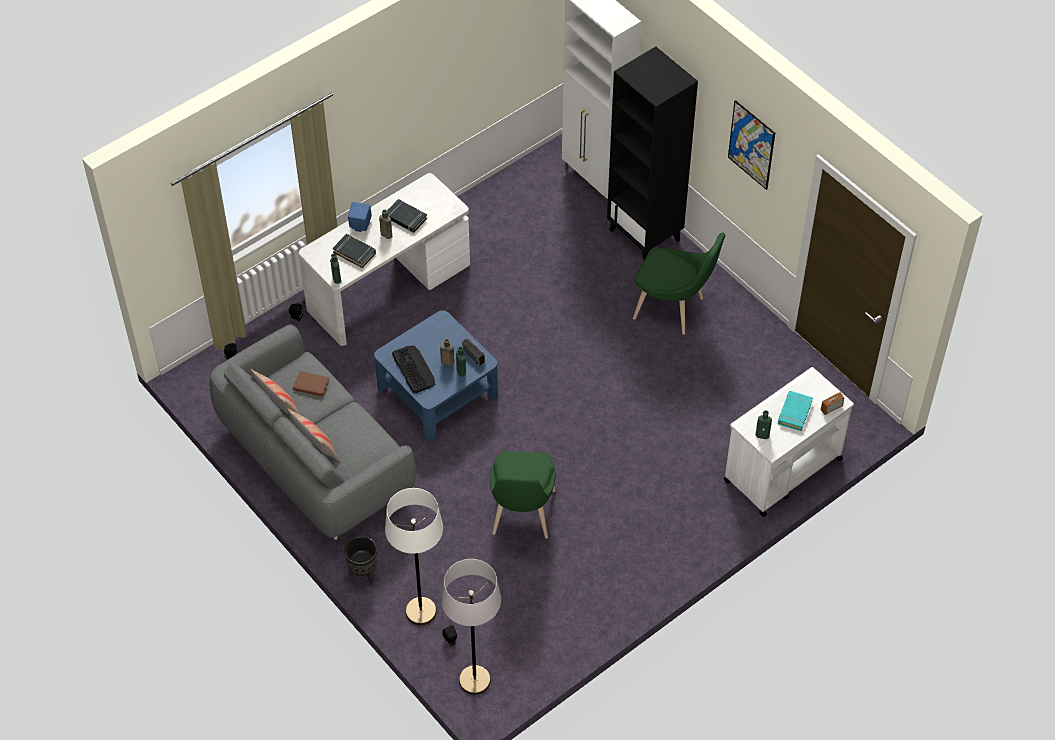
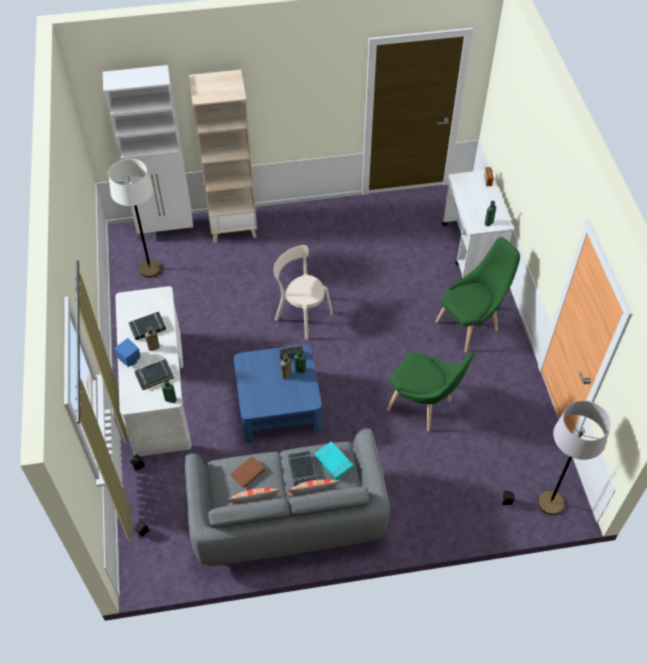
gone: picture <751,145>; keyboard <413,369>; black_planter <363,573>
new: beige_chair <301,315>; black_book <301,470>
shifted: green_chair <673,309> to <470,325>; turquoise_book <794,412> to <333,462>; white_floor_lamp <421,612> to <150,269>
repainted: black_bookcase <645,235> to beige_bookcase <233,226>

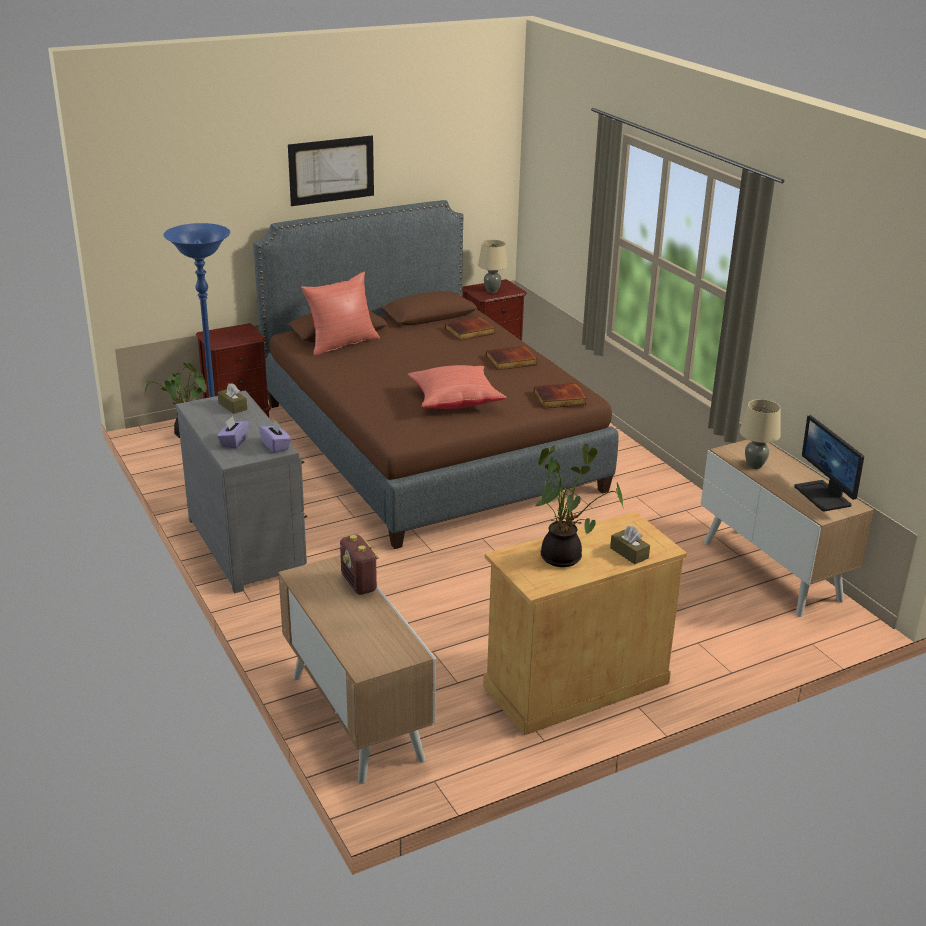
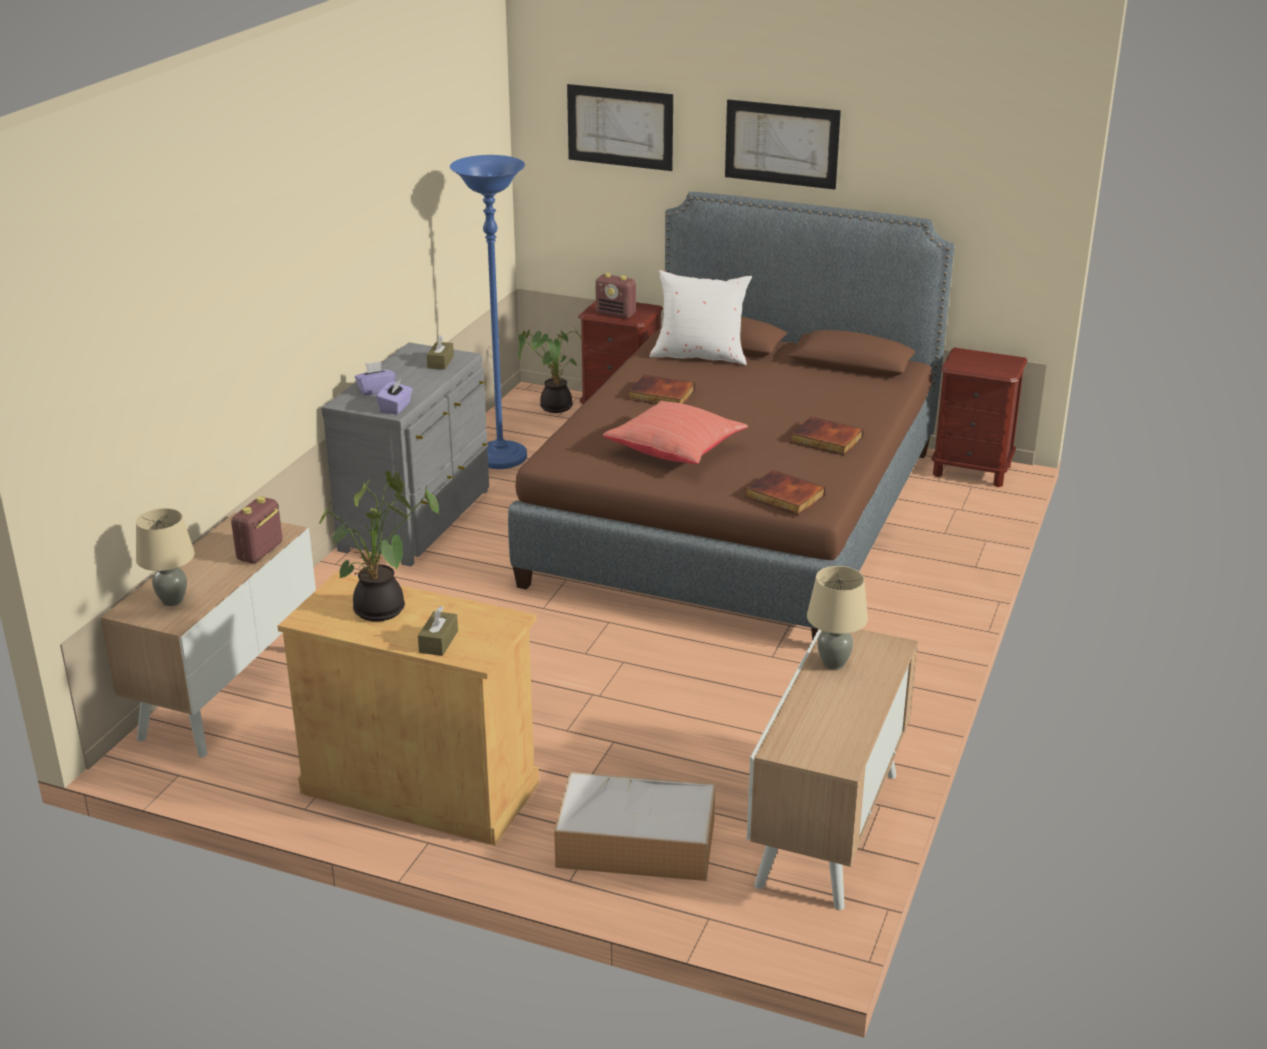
gone: monitor <823,496>
new: picture <620,127>; radio <616,314>; storage_box <633,843>
shifted: beige_table_lamp <492,291> to <172,601>; book <470,332> to <660,395>
repainted: red_pillow <341,343> to white_pillow <700,356>

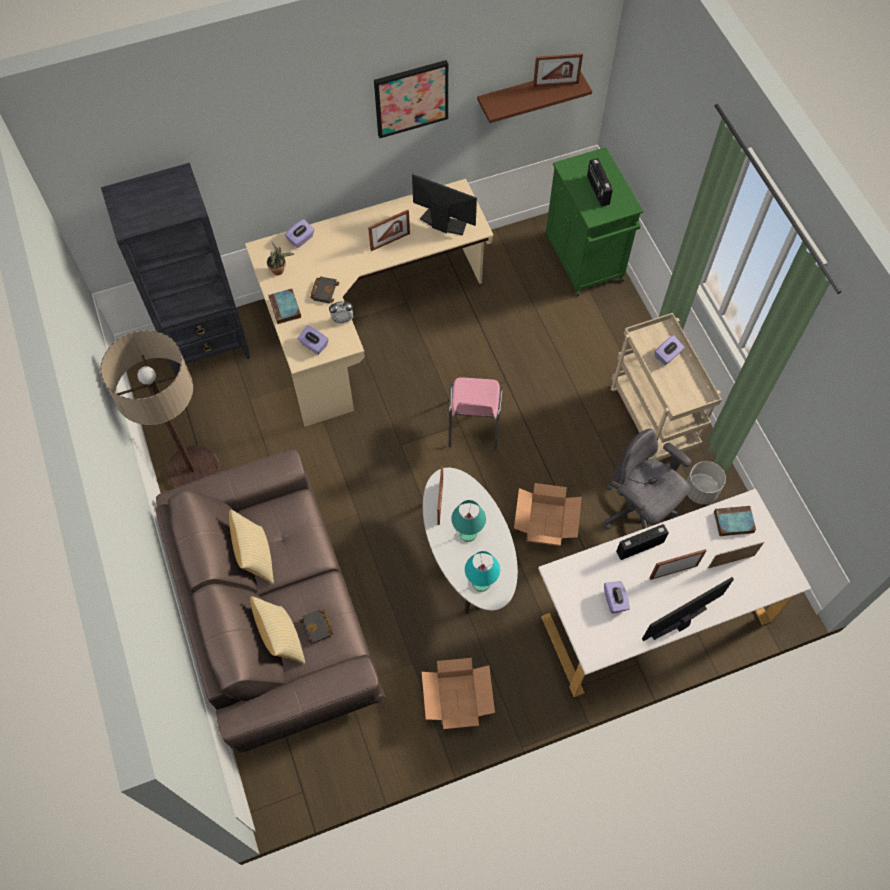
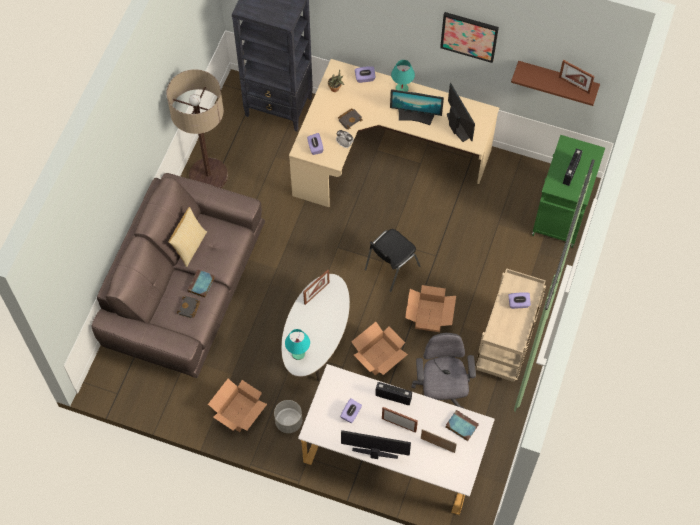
gone: pillow <281,639>
new: cardboard_box <429,316>
shifted: book <285,308> to <201,285>; grey_planter <701,490> to <289,422>; turquoise_table_lamp <468,533> to <402,89>
swapped: picture_frame <390,241> to monitor <415,116>
repainted: pink_chair <473,426> to black_chair <390,268>

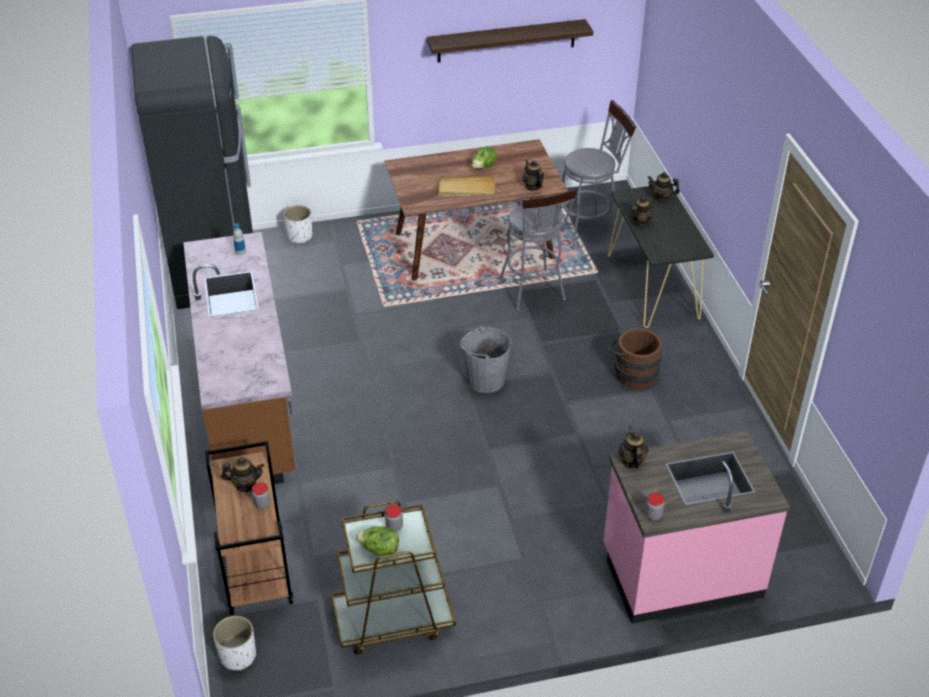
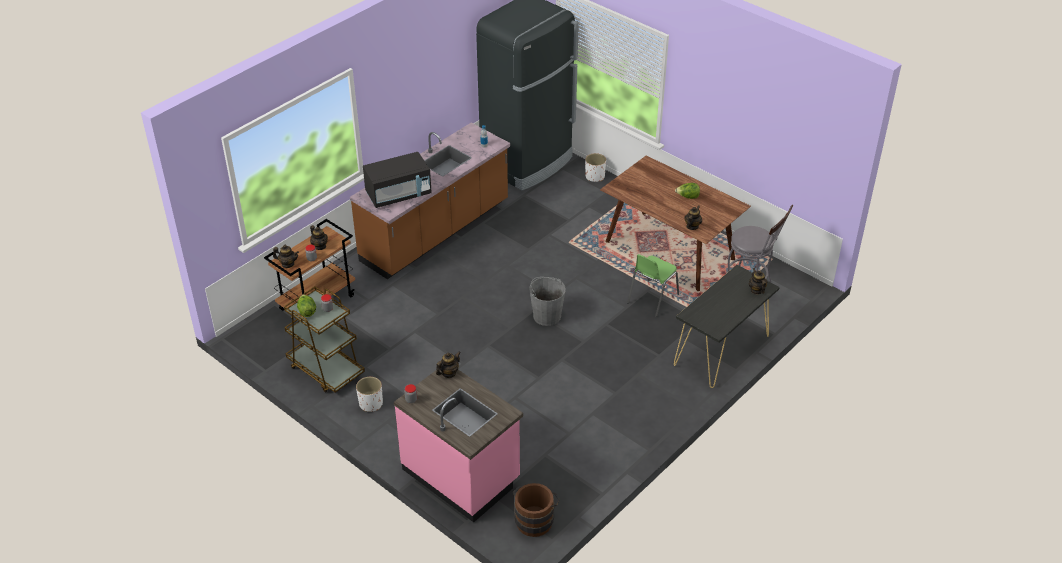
gone: shelf <506,41>; beige_tray <466,189>
new: black_microwave <398,194>
shifted: teapot <640,222> to <287,264>; brown_bucket <632,372> to <535,519>; white_planter <238,656> to <371,404>
swapped: grey_stool <534,293> to green_chair <652,299>

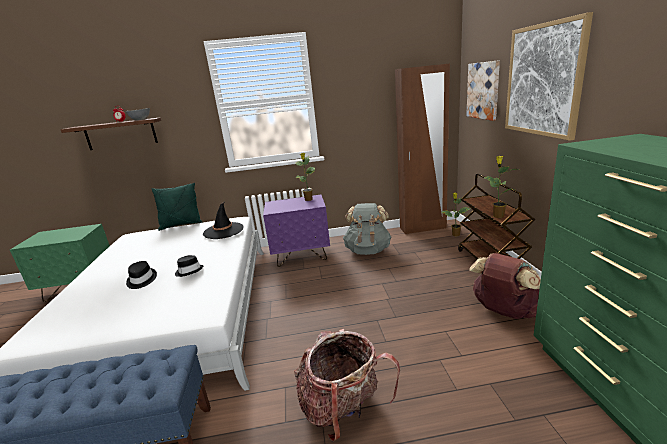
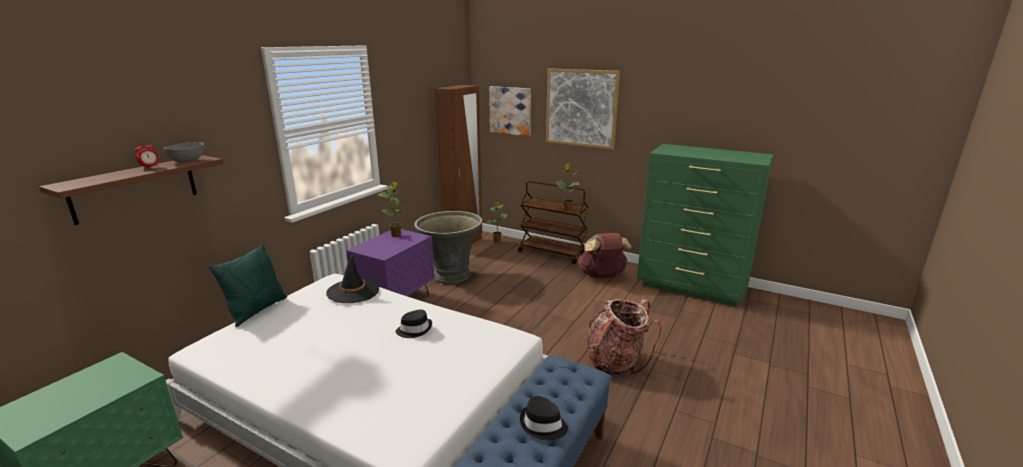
shifted: black_hat <141,280> to <543,425>
swapped: grey_backpack <368,250> to grey_planter <451,275>

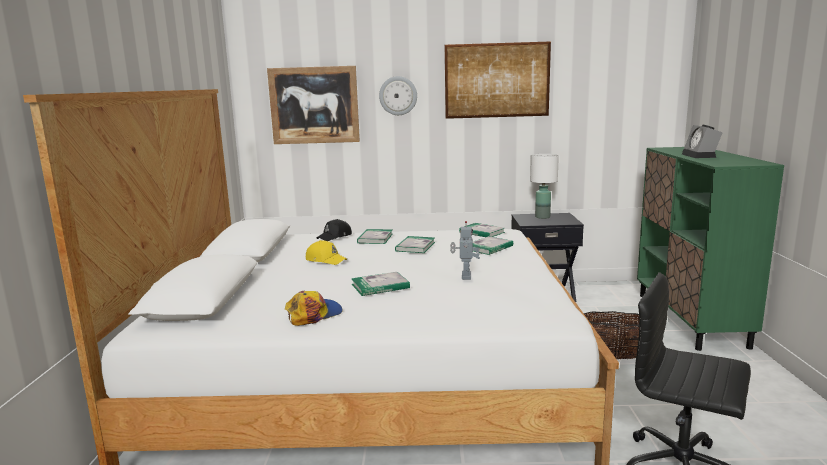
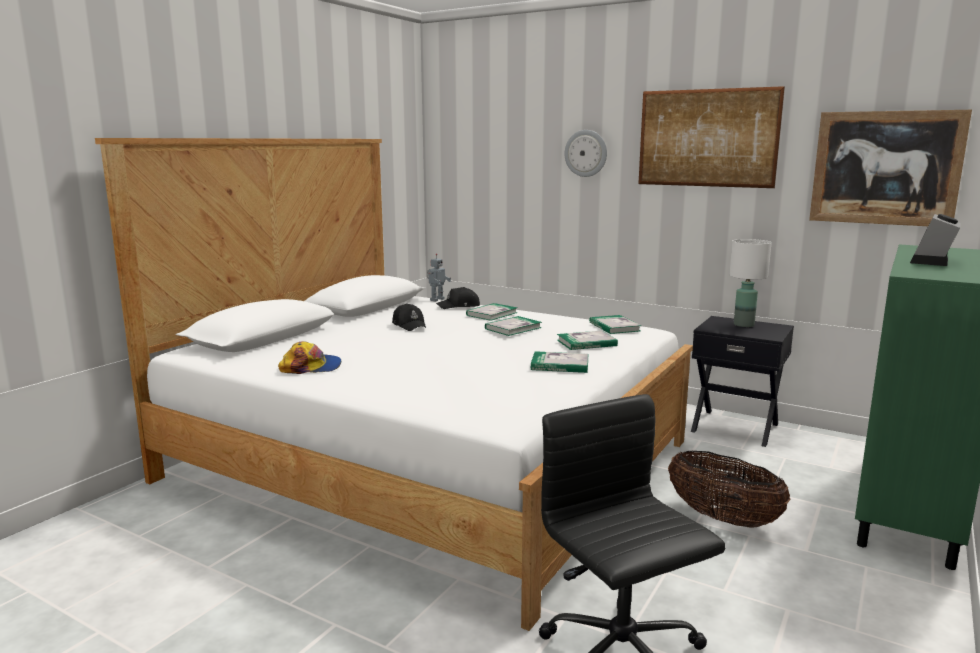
shifted: picture <314,105> to <885,168>; toy_robot <465,276> to <436,299>; book <380,286> to <560,365>
repainted: yellow_cap <326,260> to black_cap <409,325>

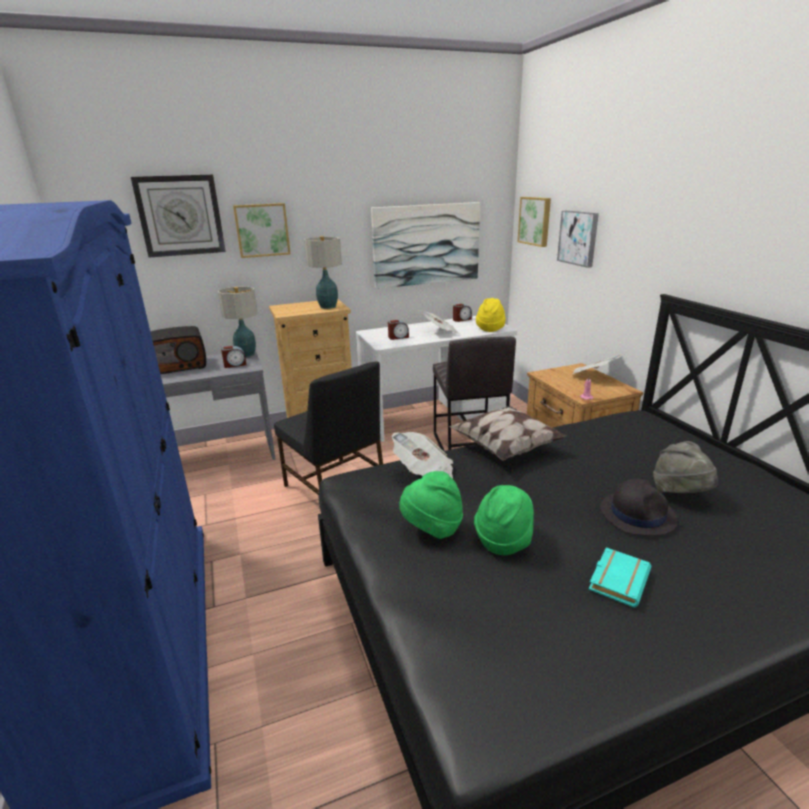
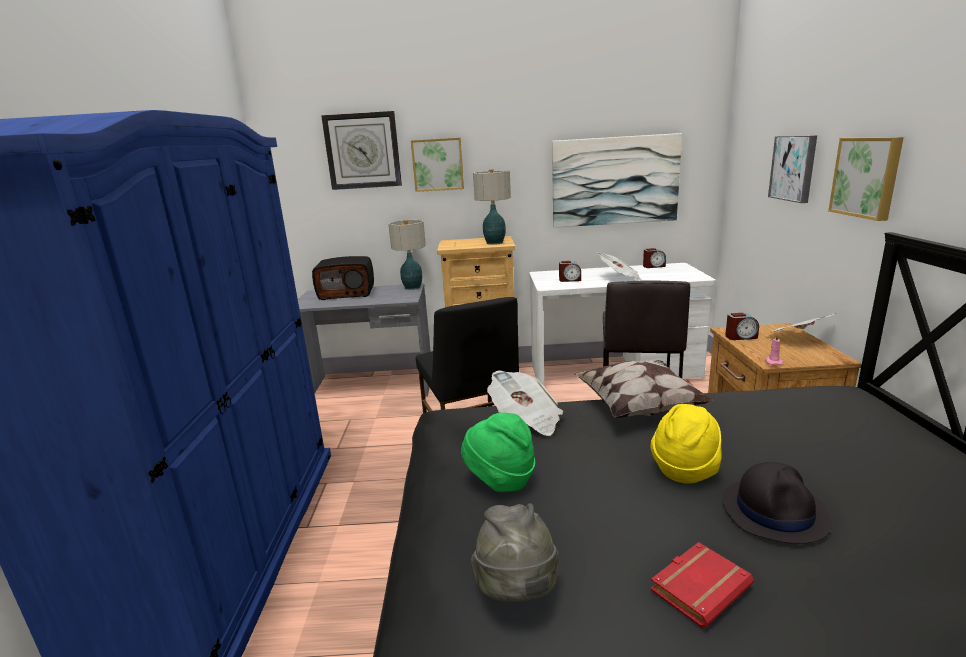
gone: green_hat <503,539>
shifted: picture <535,221> to <867,177>; yellow_hat <490,328> to <685,468>; alarm_clock <235,365> to <740,337>; grey_hat <680,494> to <517,592>
repainted: turquoise_book <617,579> to red_book <699,586>

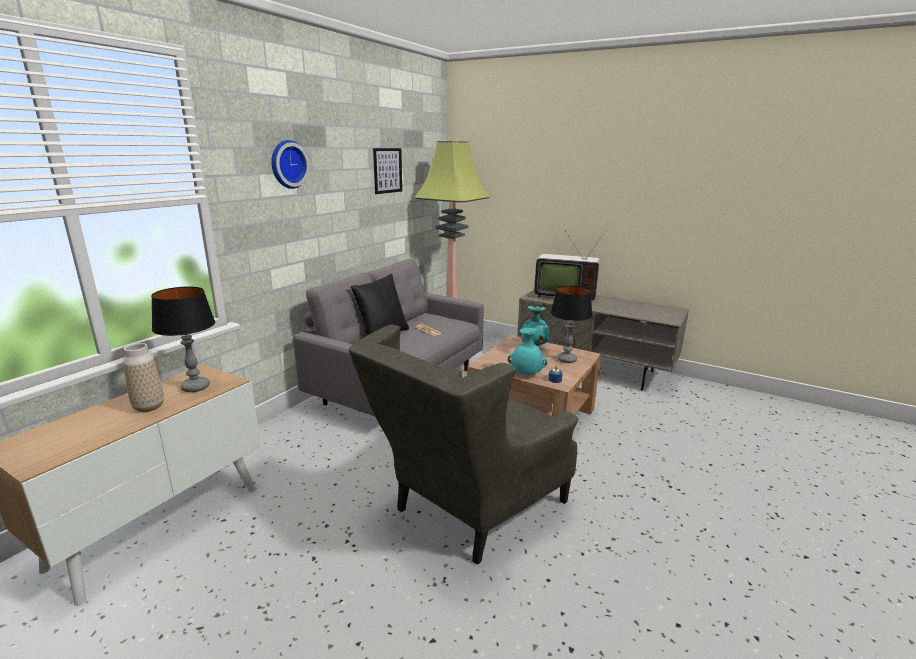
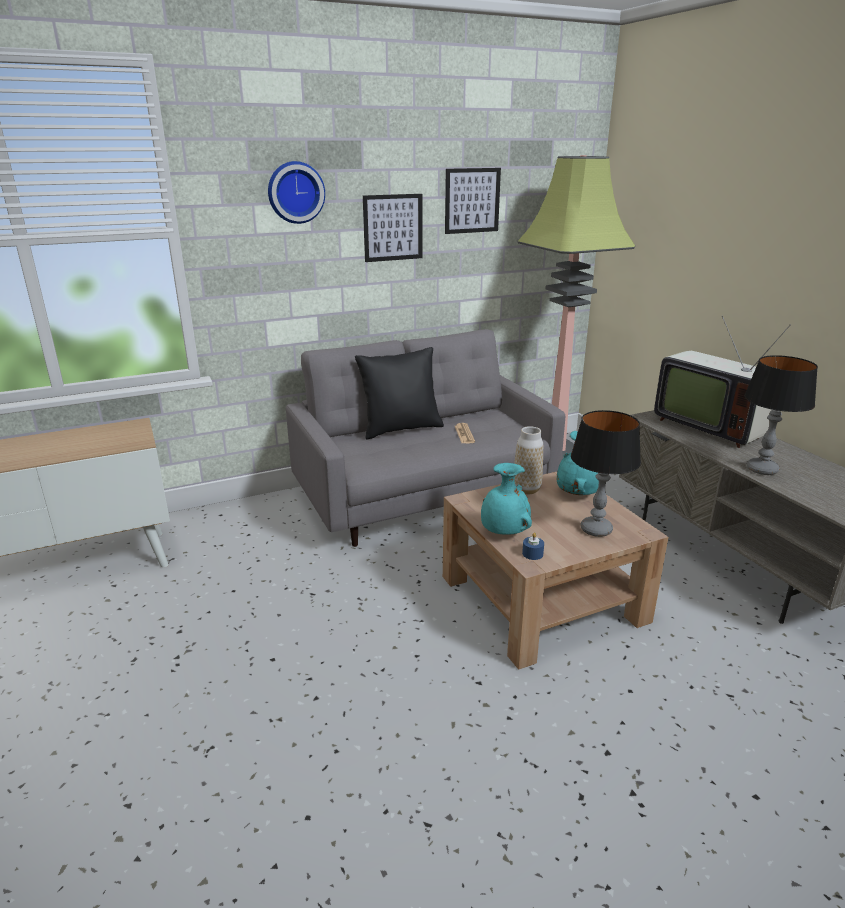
gone: grey_armchair <467,509>
new: picture <393,227>
shifted: table_lamp <195,387> to <761,469>; vase <149,407> to <526,489>

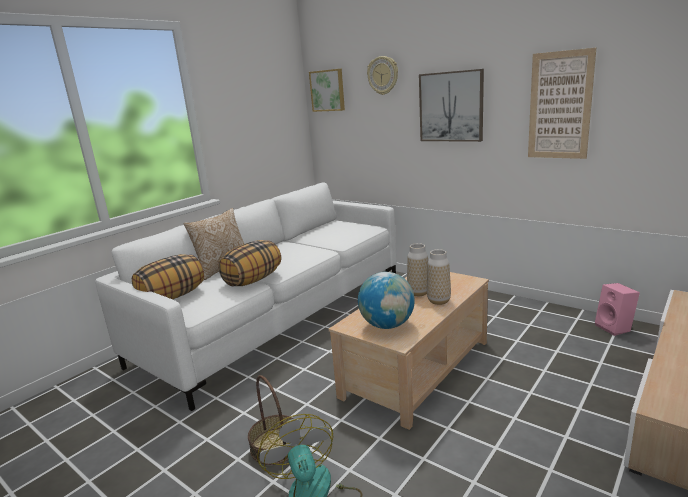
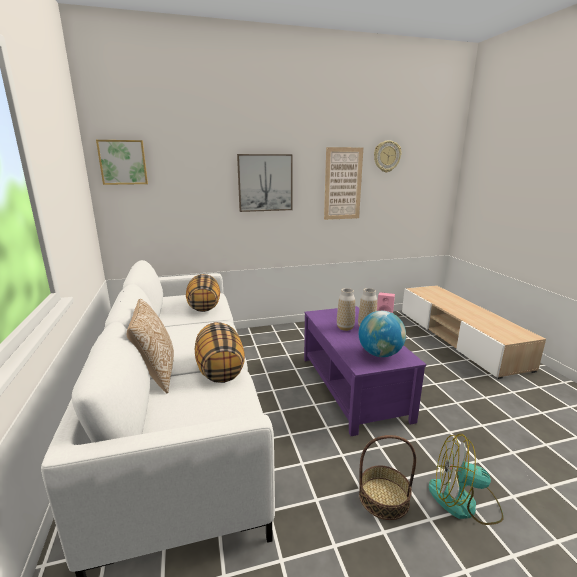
shifted: wall_clock <383,75> to <386,156>; pillow <172,297> to <204,306>
repainted: beige_coffee_table <416,368> to purple_coffee_table <351,387>

